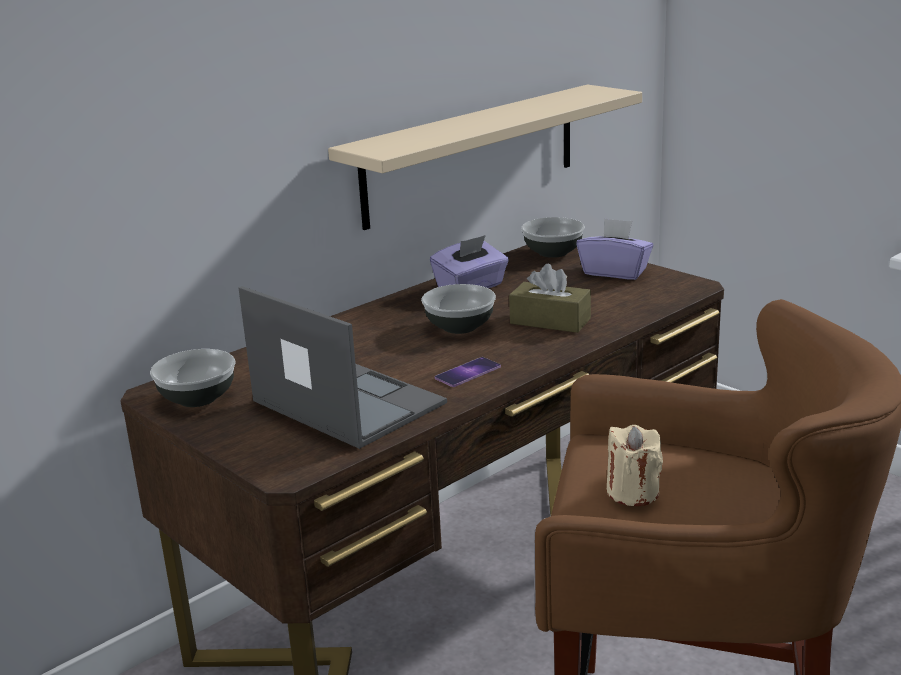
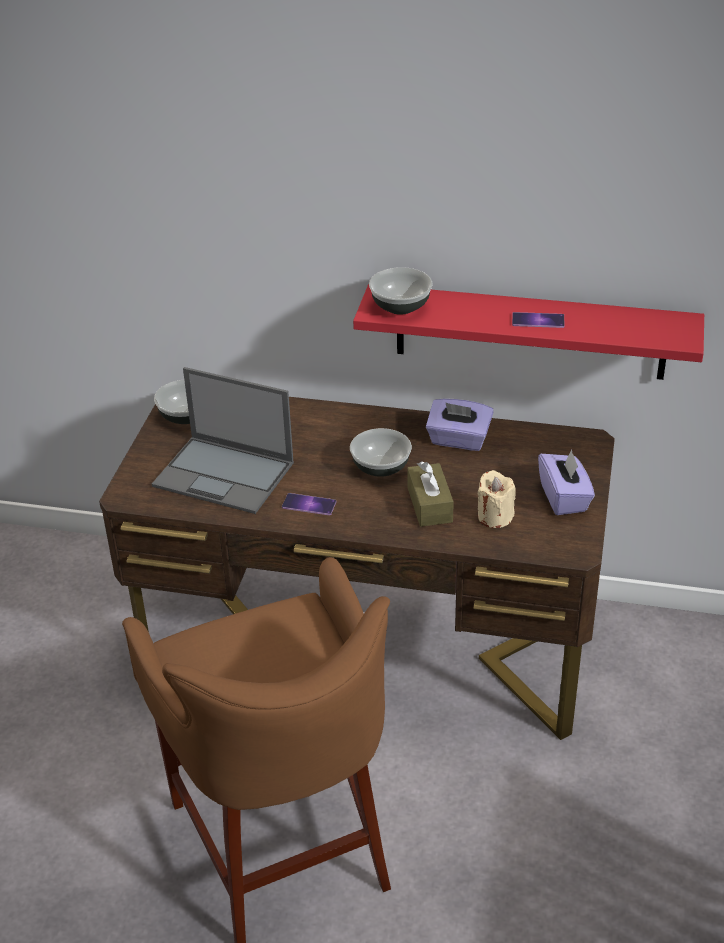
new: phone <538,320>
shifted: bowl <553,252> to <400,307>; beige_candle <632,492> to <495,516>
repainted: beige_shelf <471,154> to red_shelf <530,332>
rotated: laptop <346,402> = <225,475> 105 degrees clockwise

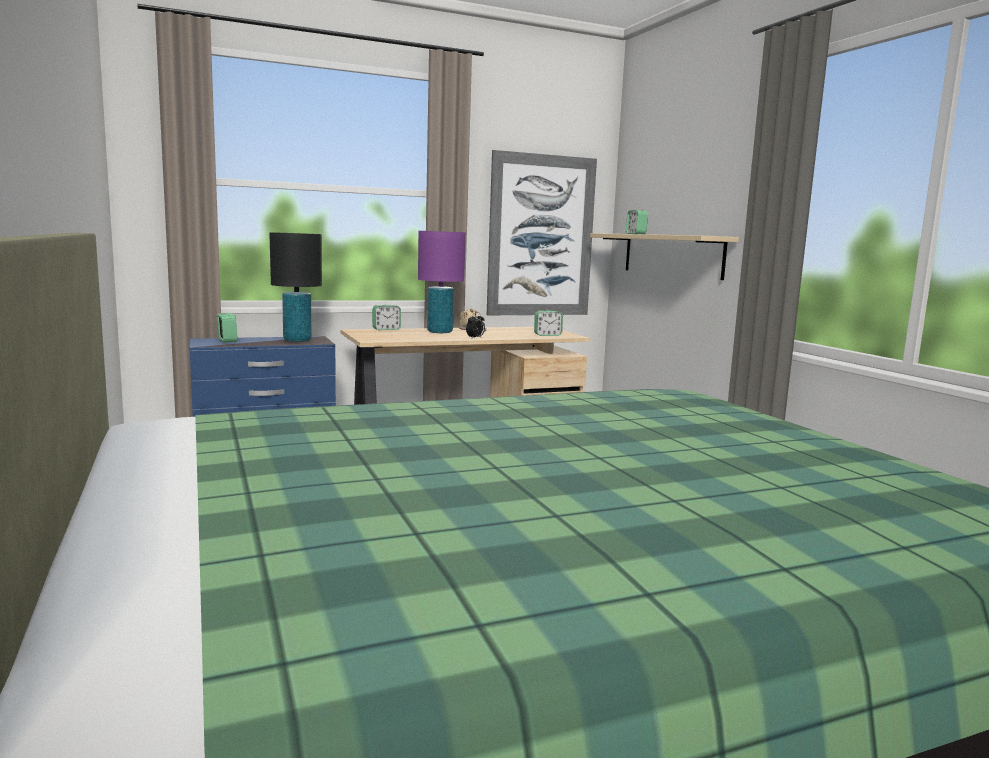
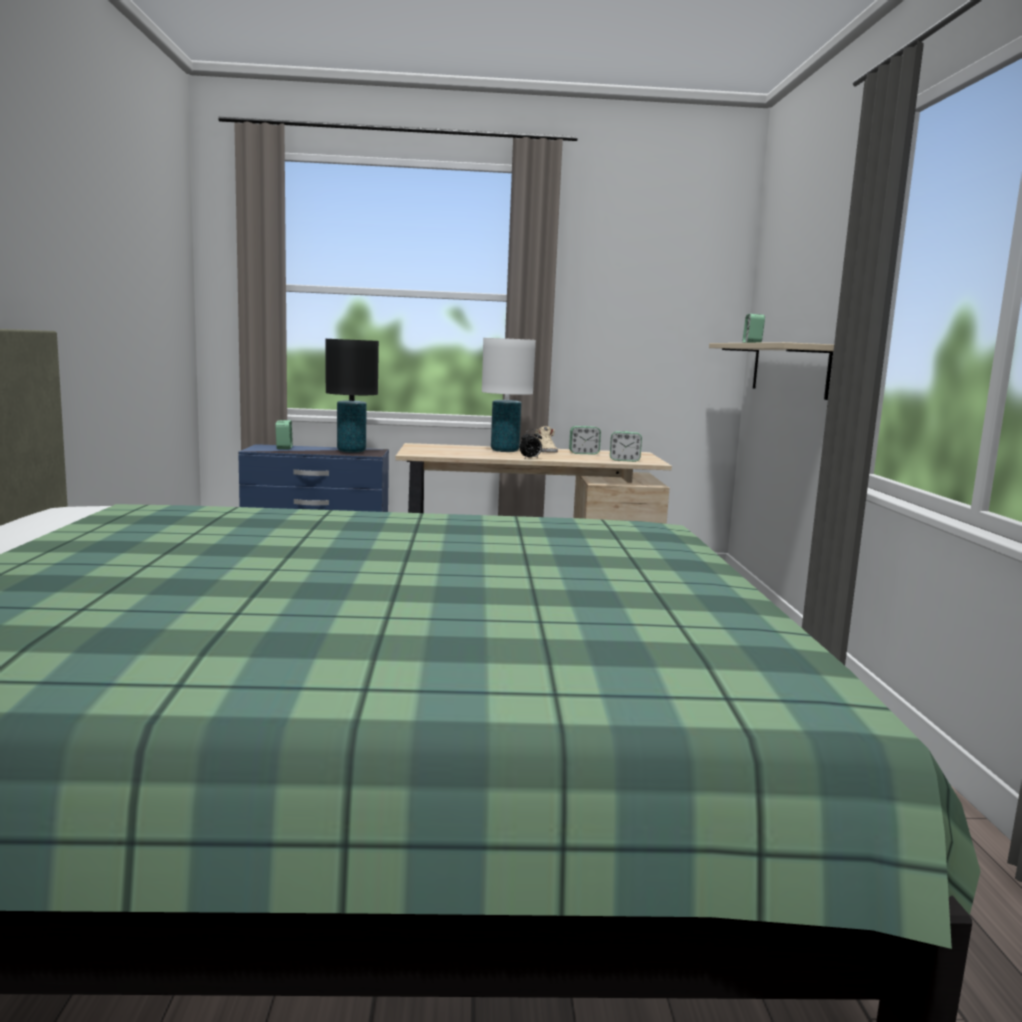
gone: picture <541,236>
shifted: alarm_clock <386,329> to <584,453>
repainted: purple_table_lamp <440,332> to white_table_lamp <505,450>

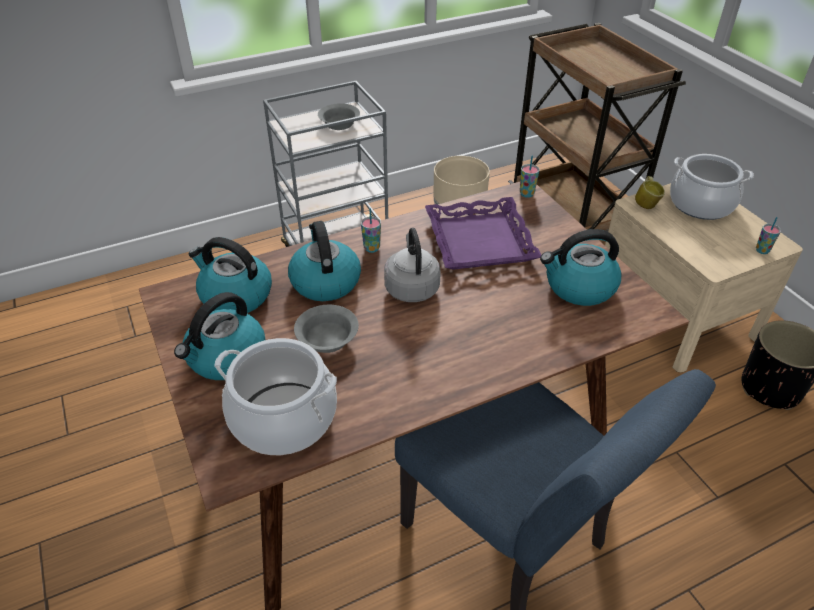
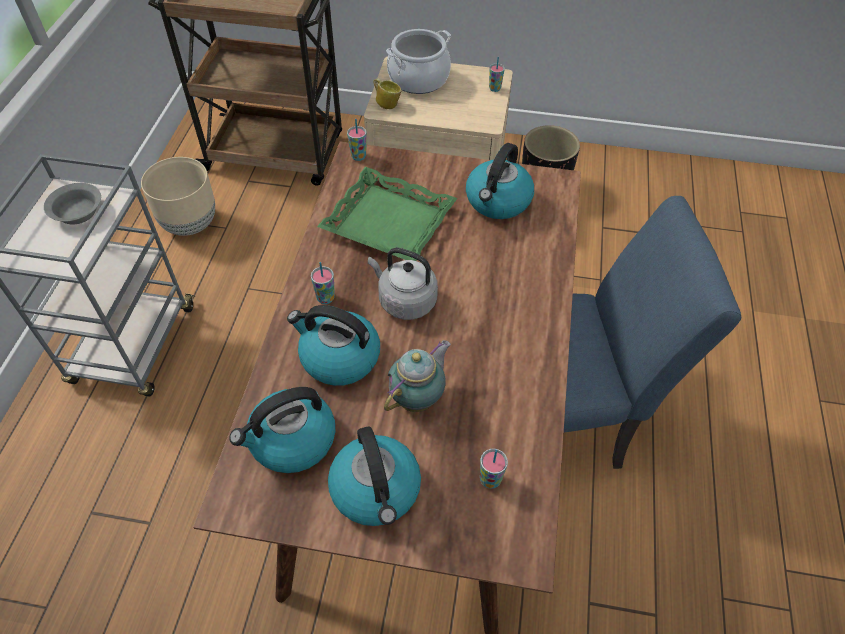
swapped: grey_bowl <326,340> to teapot <418,398>; cooking_pot <283,418> to cup <490,480>
repainted: purple_tray <481,241> to green_tray <389,221>

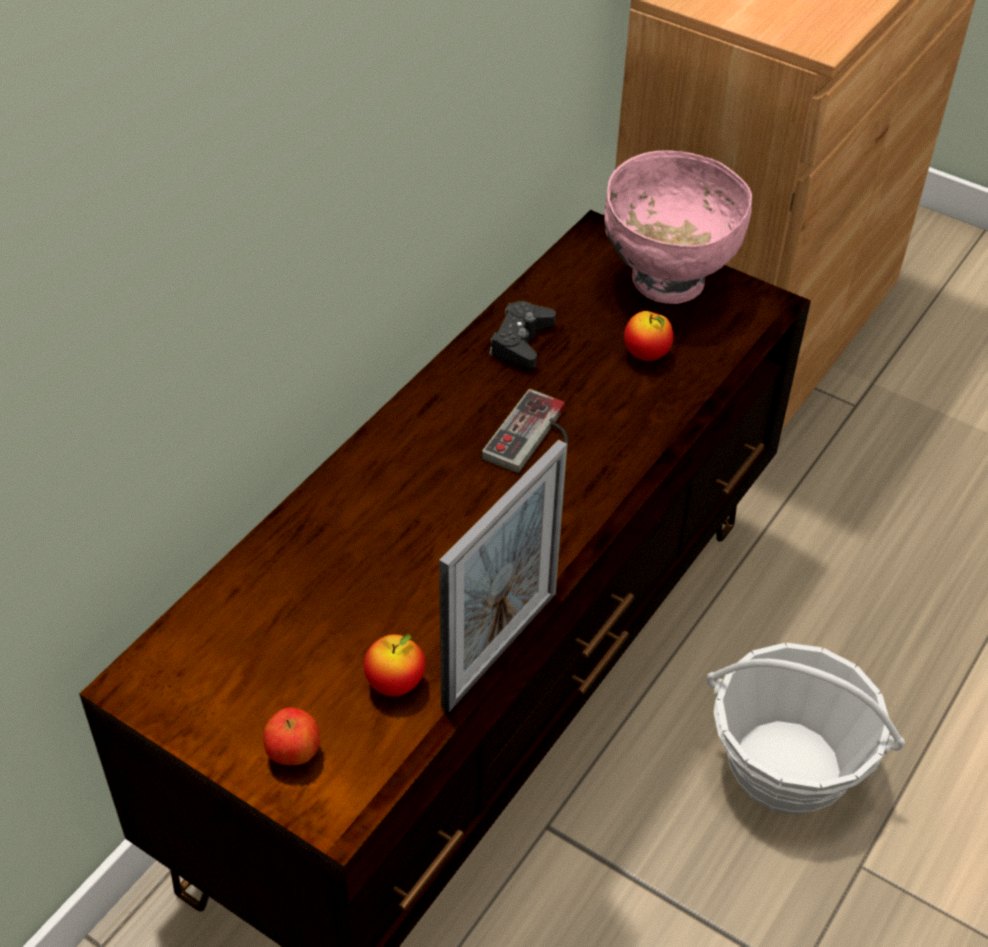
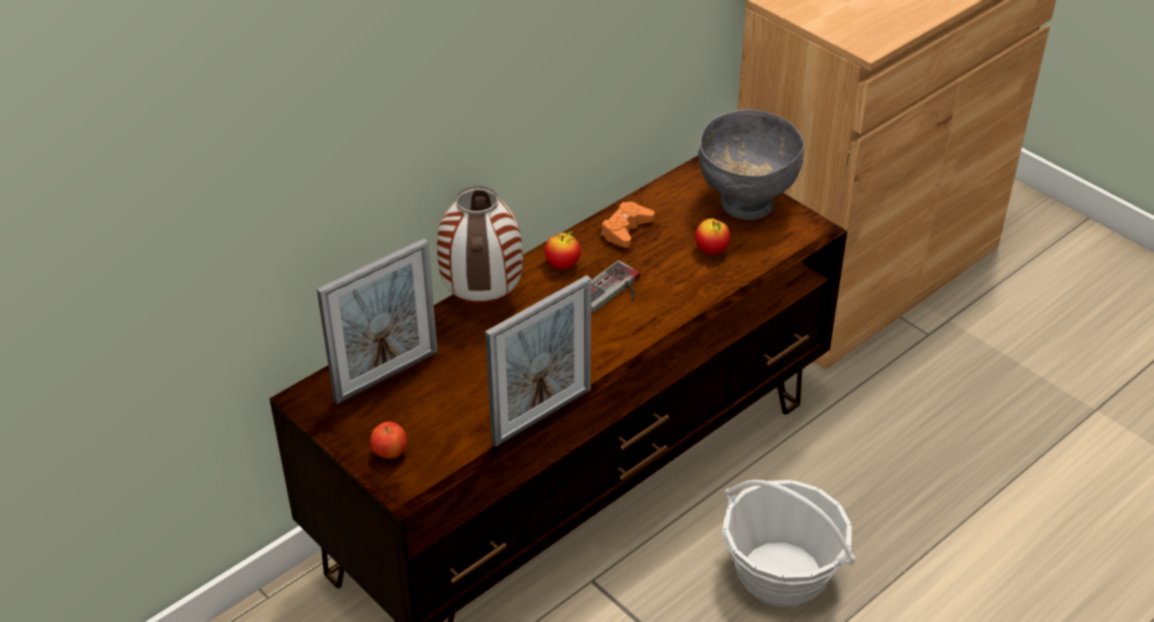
new: vase <481,300>; picture_frame <386,376>
shifted: apple <395,683> to <562,265>
repainted: pink_bowl <666,282> to grey_bowl <745,204>; black_game_controller <521,342> to orange_game_controller <626,230>

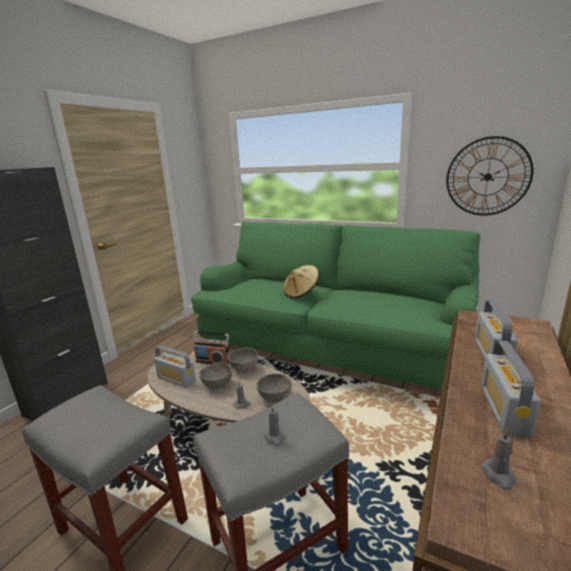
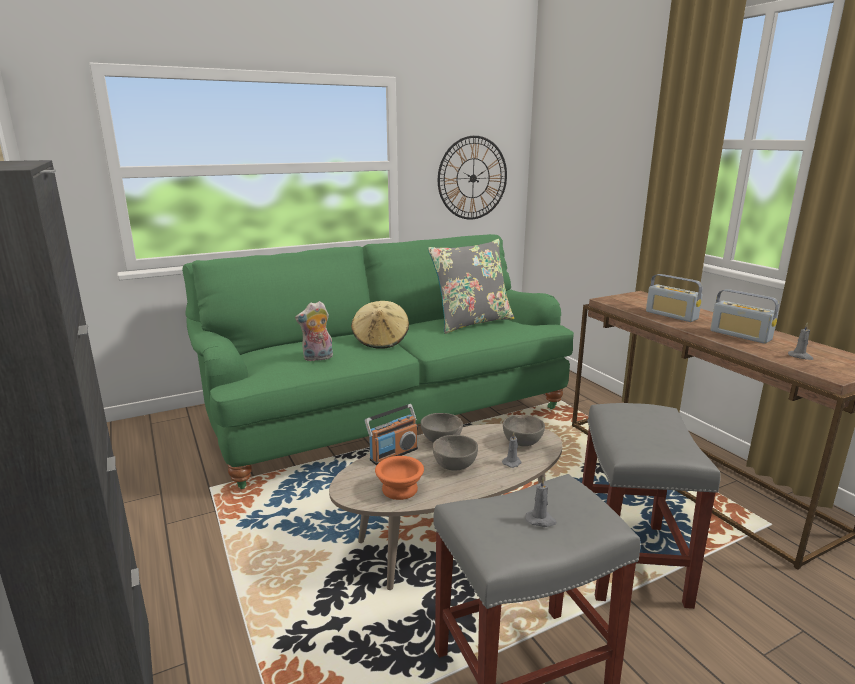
new: grey_pillow <471,322>; plush_toy <317,358>
shifted: grey_candle <275,438> to <541,520>
swapped: radio <176,379> to orange_bowl <400,489>

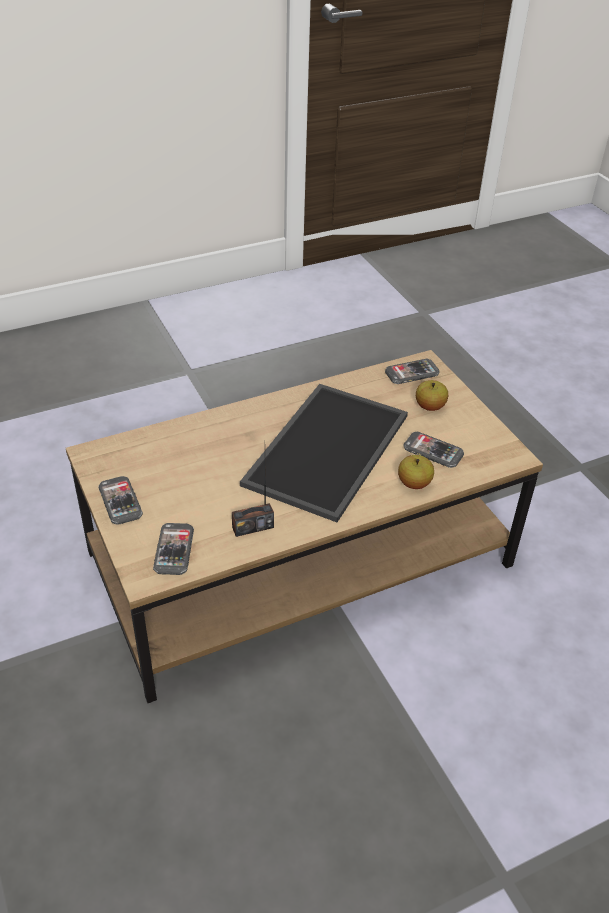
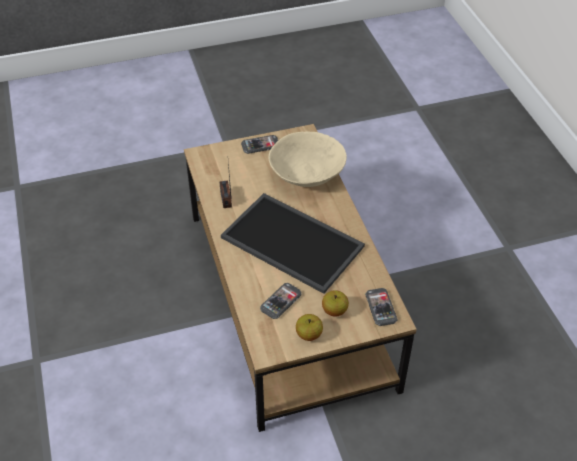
gone: phone <174,550>
new: beige_bowl <306,174>
shifted: apple <414,483> to <309,334>

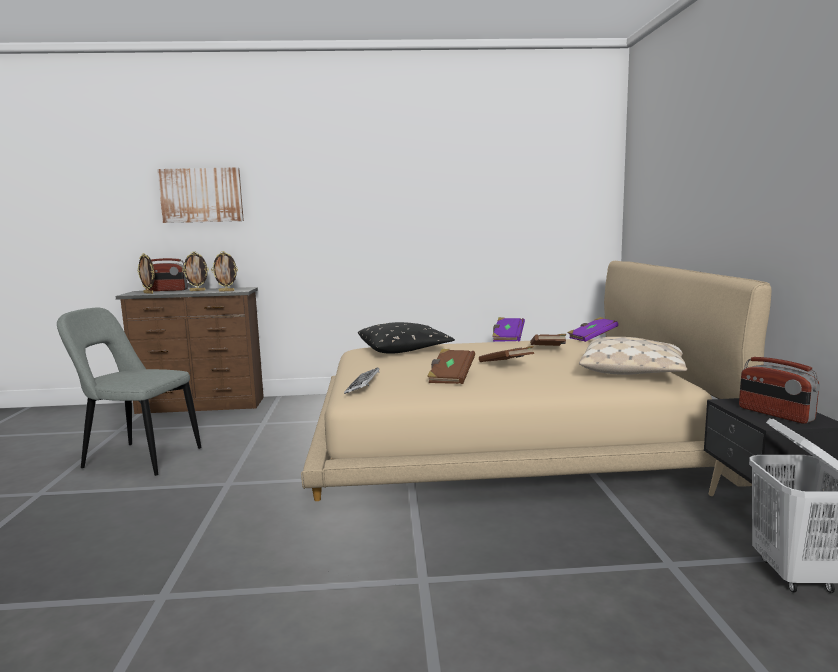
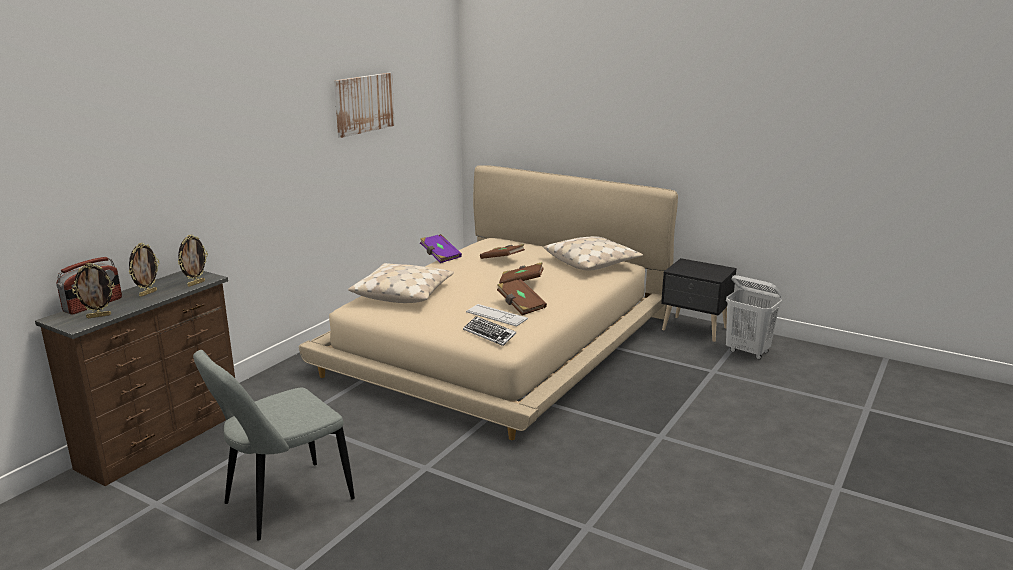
gone: purple_book <592,338>; radio <775,414>
new: keyboard <496,316>
shifted: picture <201,195> to <364,104>
repainted: black_pillow <405,349> to beige_pillow <403,293>

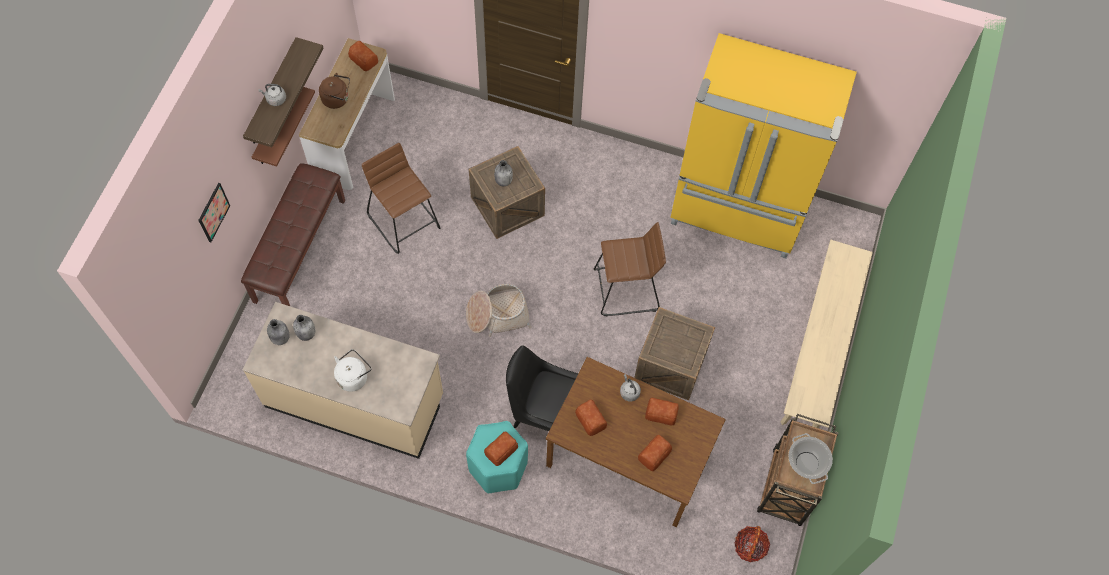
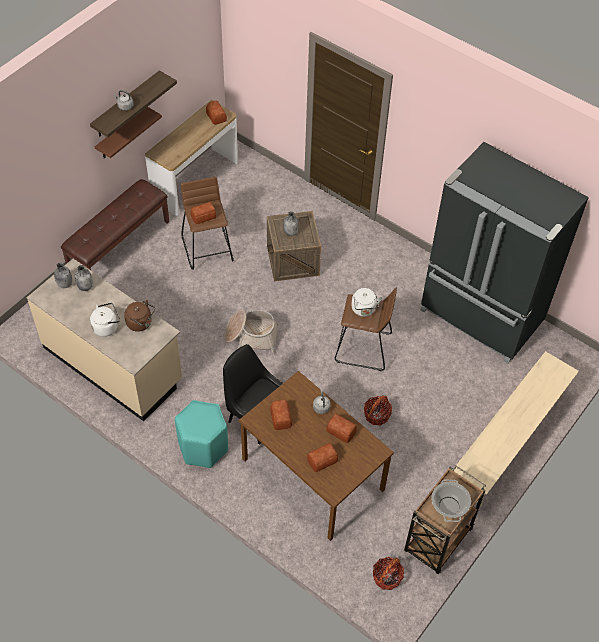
gone: picture <213,212>
new: white_kettle <364,310>
shifted: brown_kettle <337,99> to <141,323>; bread <502,450> to <204,216>
swapped: crate <670,365> to basket <377,415>
repainted: yellow_fridge <738,211> to black_fridge <480,317>

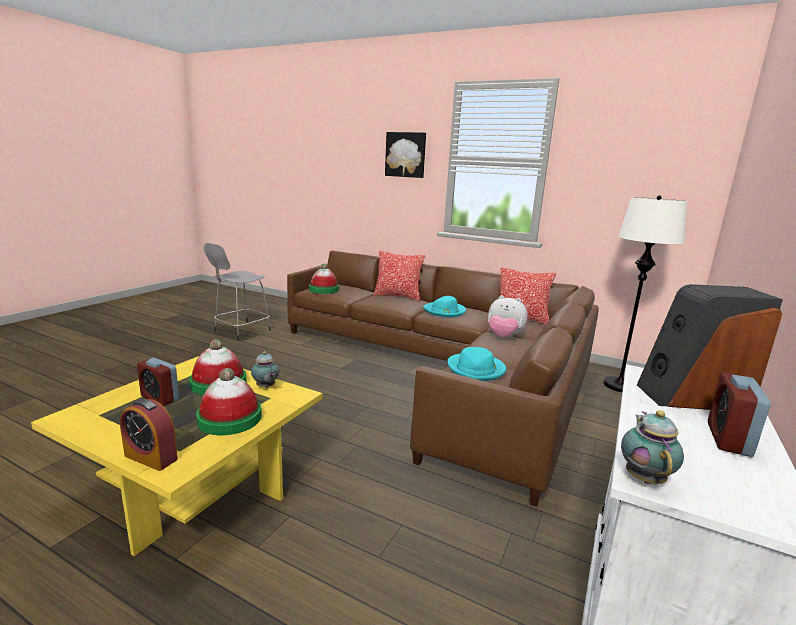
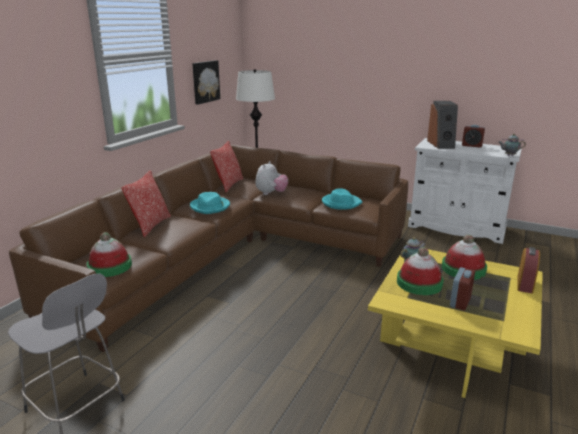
shifted: picture <406,155> to <205,81>

